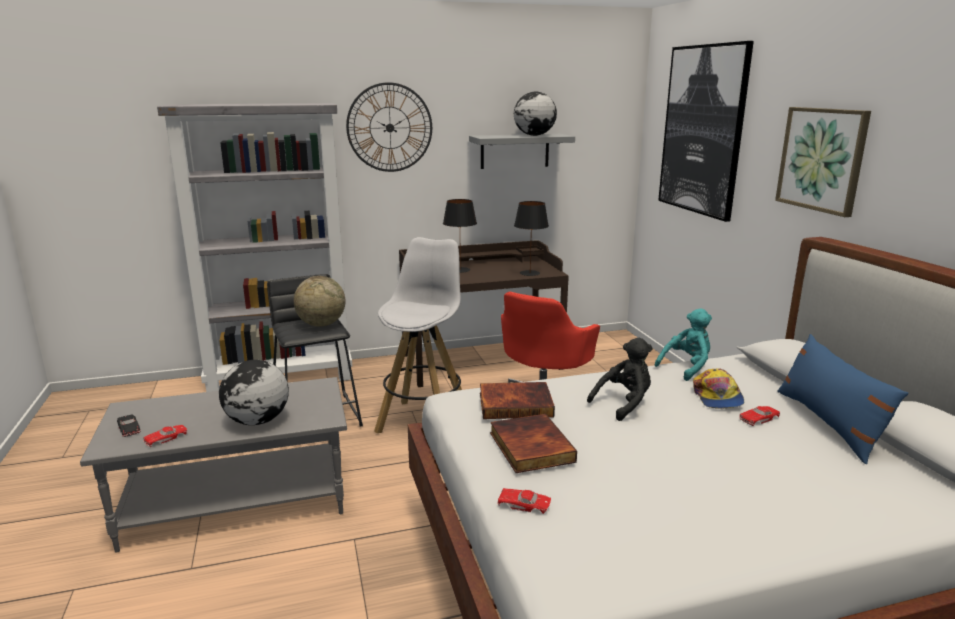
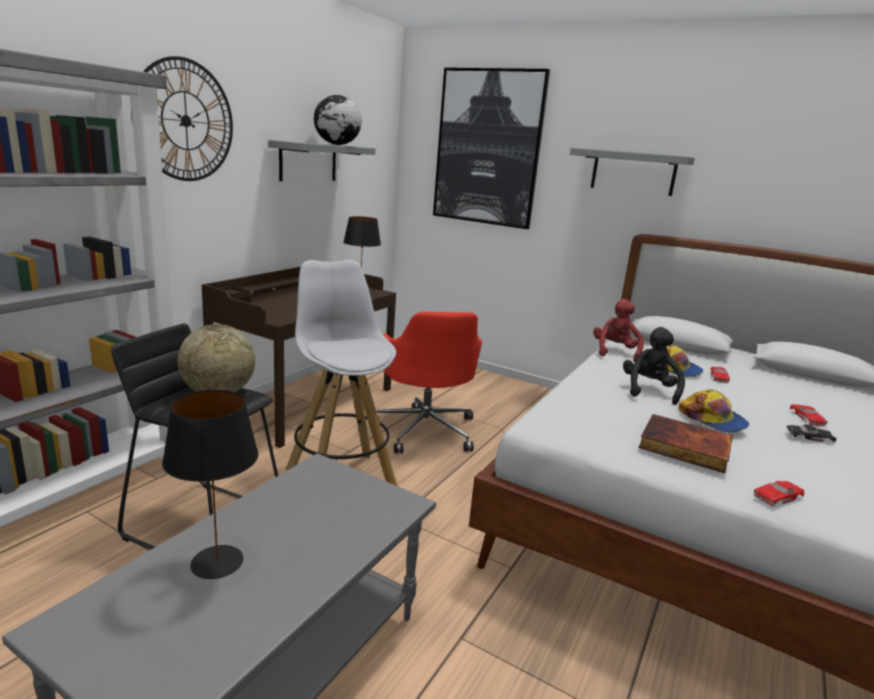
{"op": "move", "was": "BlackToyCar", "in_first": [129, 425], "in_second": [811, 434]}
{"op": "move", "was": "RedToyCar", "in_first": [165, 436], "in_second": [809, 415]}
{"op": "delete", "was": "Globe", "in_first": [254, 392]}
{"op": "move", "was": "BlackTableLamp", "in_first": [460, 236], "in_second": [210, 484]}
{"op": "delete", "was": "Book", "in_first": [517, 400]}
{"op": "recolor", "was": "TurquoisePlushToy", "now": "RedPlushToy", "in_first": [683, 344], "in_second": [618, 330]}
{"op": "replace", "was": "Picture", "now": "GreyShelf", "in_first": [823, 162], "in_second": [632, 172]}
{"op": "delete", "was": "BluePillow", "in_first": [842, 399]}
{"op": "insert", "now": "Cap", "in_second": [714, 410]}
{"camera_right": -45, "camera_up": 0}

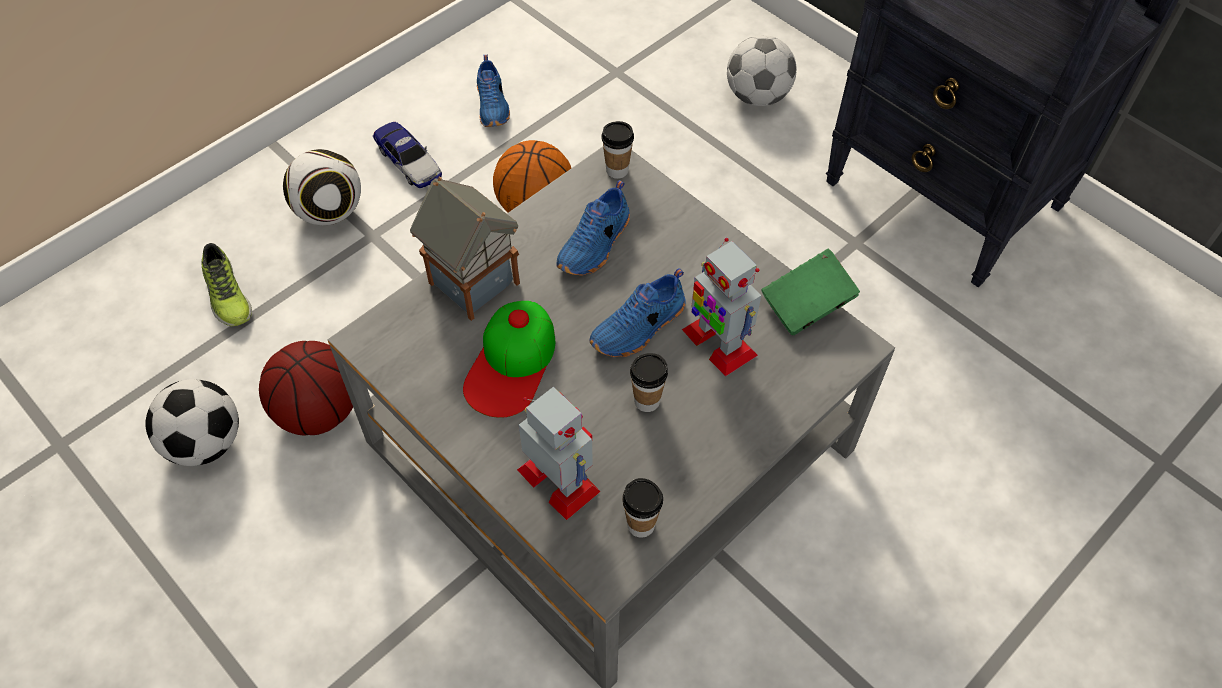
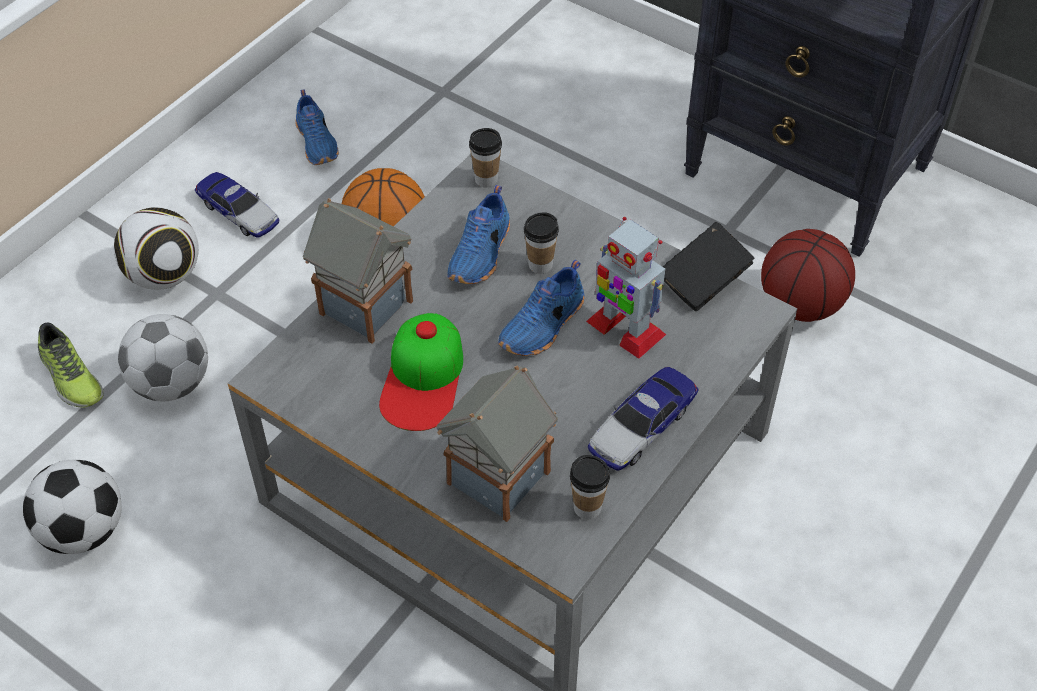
{"op": "move", "was": "Basketball", "in_first": [306, 388], "in_second": [808, 275]}
{"op": "replace", "was": "ToyRobot", "now": "ToyHouse", "in_first": [559, 453], "in_second": [497, 444]}
{"op": "move", "was": "Cup", "in_first": [649, 382], "in_second": [541, 243]}
{"op": "move", "was": "Football", "in_first": [762, 70], "in_second": [163, 357]}
{"op": "recolor", "was": "GreenBook", "now": "BlackBook", "in_first": [810, 291], "in_second": [709, 266]}
{"op": "insert", "now": "ToyCar", "in_second": [643, 419]}
{"camera_right": -10, "camera_up": -5}

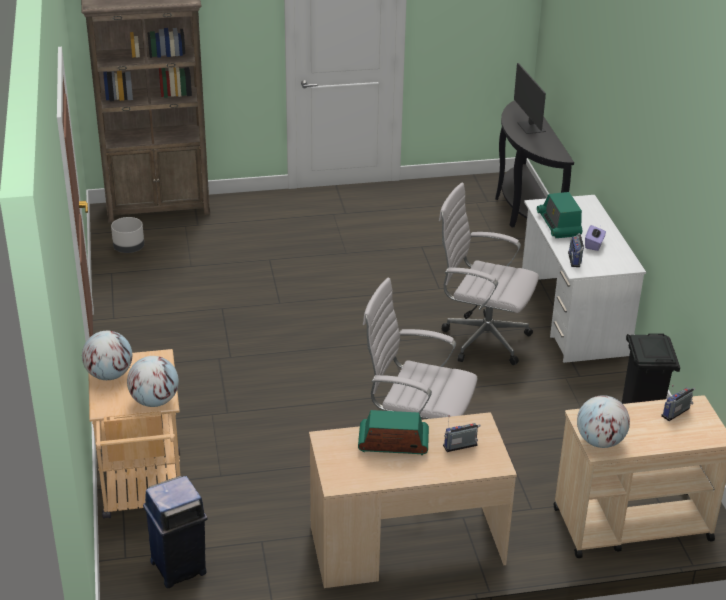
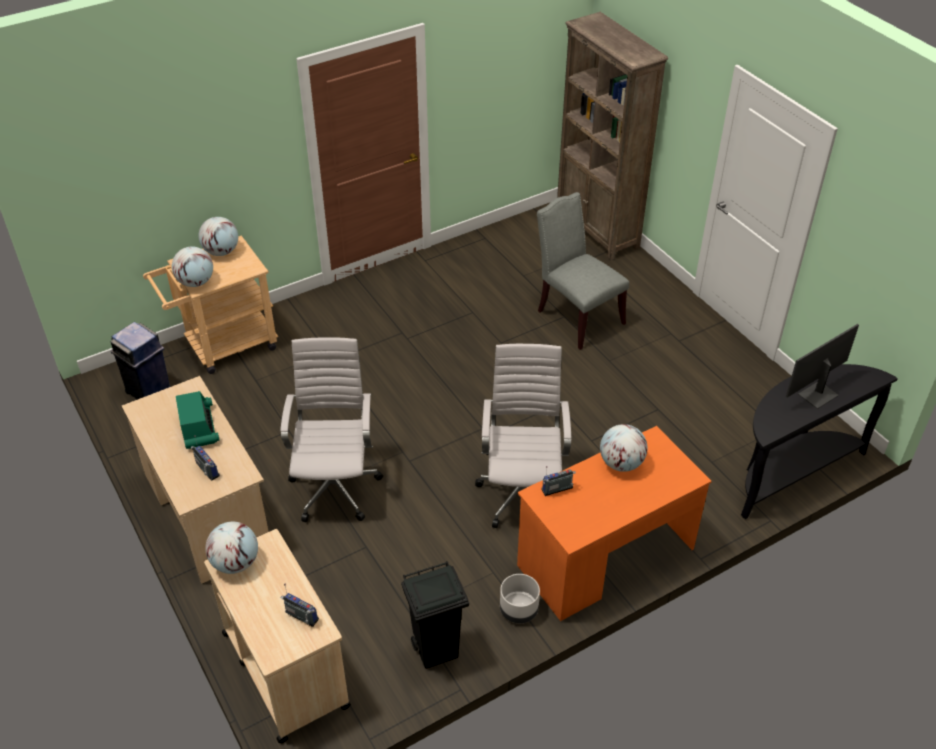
{"op": "move", "was": "GreyPlanter", "in_first": [127, 235], "in_second": [520, 598]}
{"op": "recolor", "was": "WhiteDesk", "now": "OrangeDesk", "in_first": [584, 279], "in_second": [614, 523]}
{"op": "replace", "was": "Radio", "now": "Globe", "in_first": [559, 215], "in_second": [624, 448]}
{"op": "delete", "was": "PurpleTissueBox", "in_first": [595, 238]}
{"op": "insert", "now": "GreyChair", "in_second": [583, 271]}
{"camera_right": 70, "camera_up": 10}

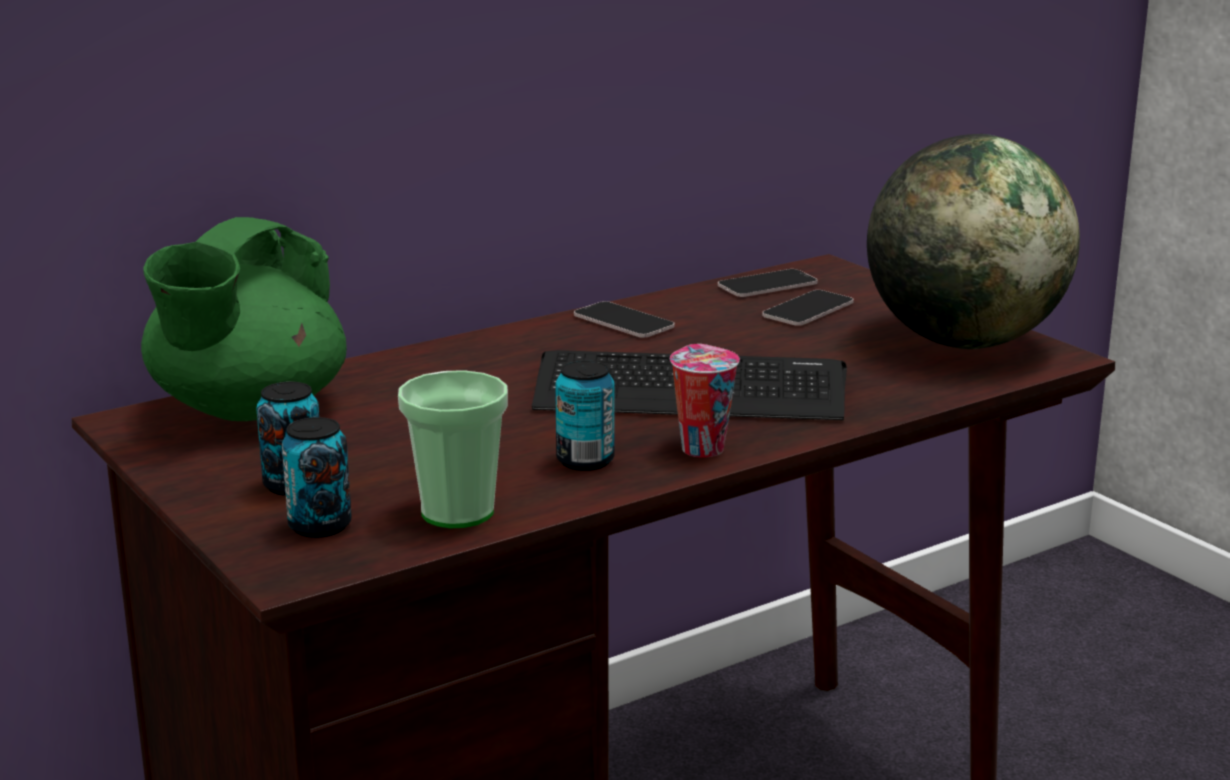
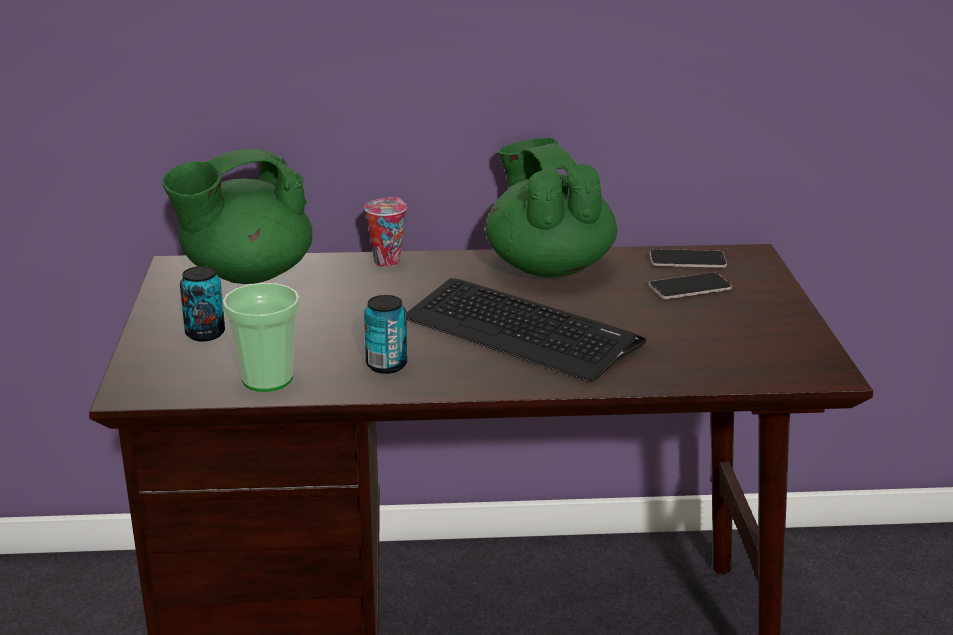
{"op": "delete", "was": "Can", "in_first": [317, 477]}
{"op": "replace", "was": "Phone", "now": "GreenTeapot", "in_first": [624, 319], "in_second": [551, 207]}
{"op": "move", "was": "Cup", "in_first": [705, 401], "in_second": [385, 232]}
{"op": "delete", "was": "Globe", "in_first": [973, 241]}
{"camera_right": 30, "camera_up": 5}

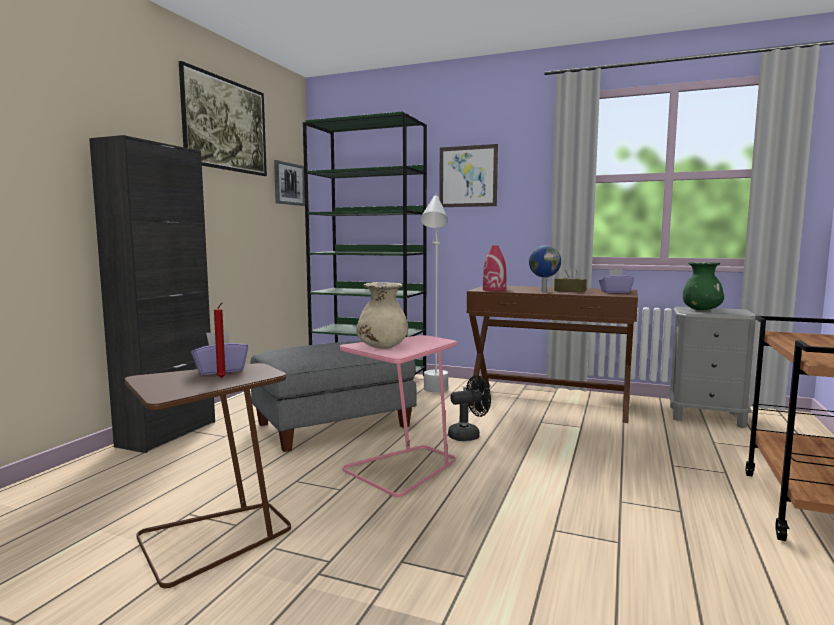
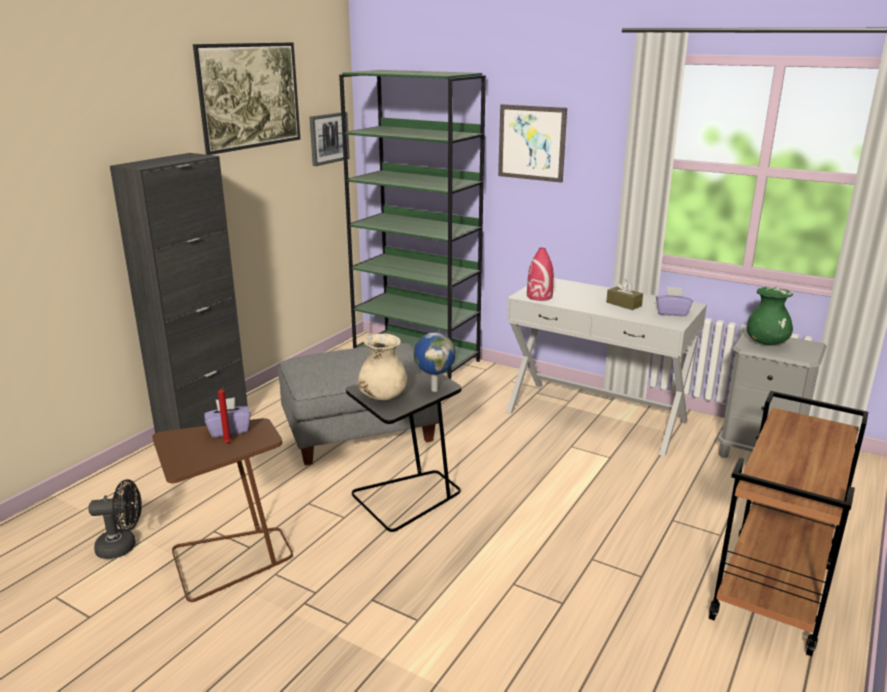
{"op": "recolor", "was": "PinkSideTable", "now": "BlackSideTable", "in_first": [398, 416], "in_second": [404, 452]}
{"op": "delete", "was": "WhiteFloorLamp", "in_first": [434, 293]}
{"op": "move", "was": "BlackFan", "in_first": [469, 408], "in_second": [115, 519]}
{"op": "recolor", "was": "BrownConsoleTable", "now": "WhiteConsoleTable", "in_first": [552, 354], "in_second": [606, 367]}
{"op": "move", "was": "Globe", "in_first": [545, 269], "in_second": [435, 362]}
{"camera_right": 10, "camera_up": 15}

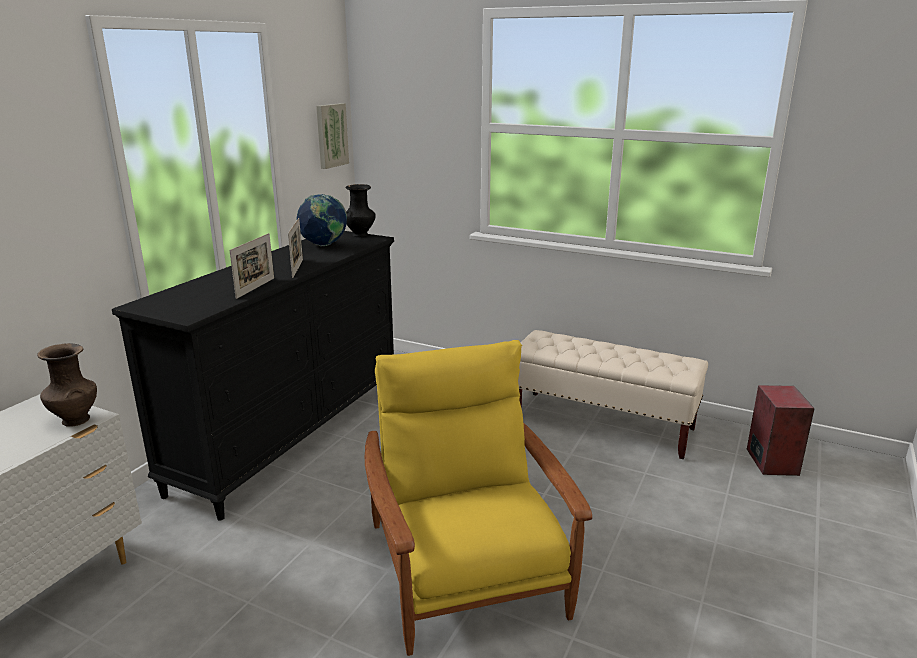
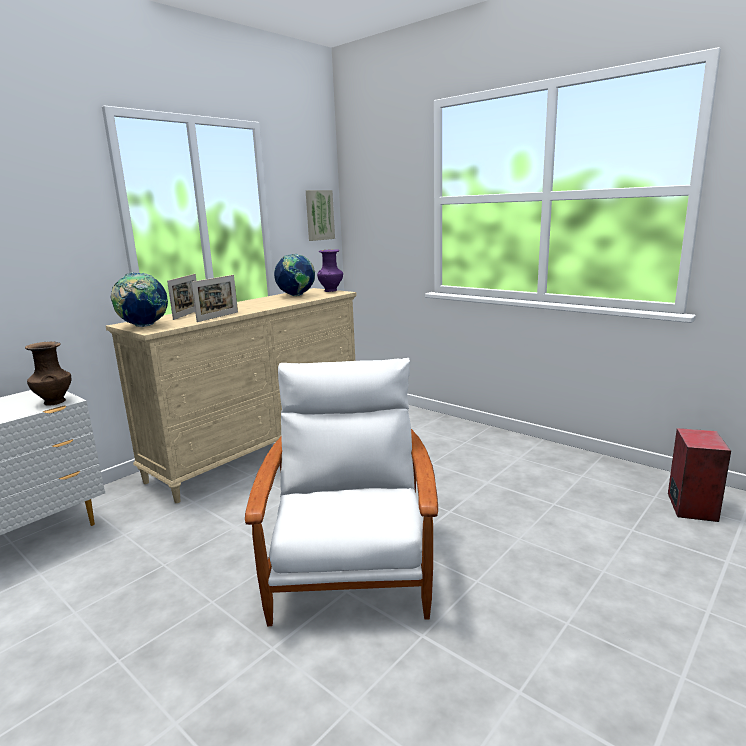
{"op": "recolor", "was": "BlackDresser", "now": "BeigeDresser", "in_first": [253, 375], "in_second": [231, 395]}
{"op": "move", "was": "PictureFrame", "in_first": [295, 248], "in_second": [181, 297]}
{"op": "recolor", "was": "BlackVase", "now": "PurpleVase", "in_first": [361, 210], "in_second": [330, 270]}
{"op": "recolor", "was": "YellowArmchair", "now": "WhiteArmchair", "in_first": [478, 498], "in_second": [341, 492]}
{"op": "delete", "was": "BeigeBench", "in_first": [613, 394]}
{"op": "insert", "now": "Globe", "in_second": [139, 299]}
{"camera_right": 15, "camera_up": -5}

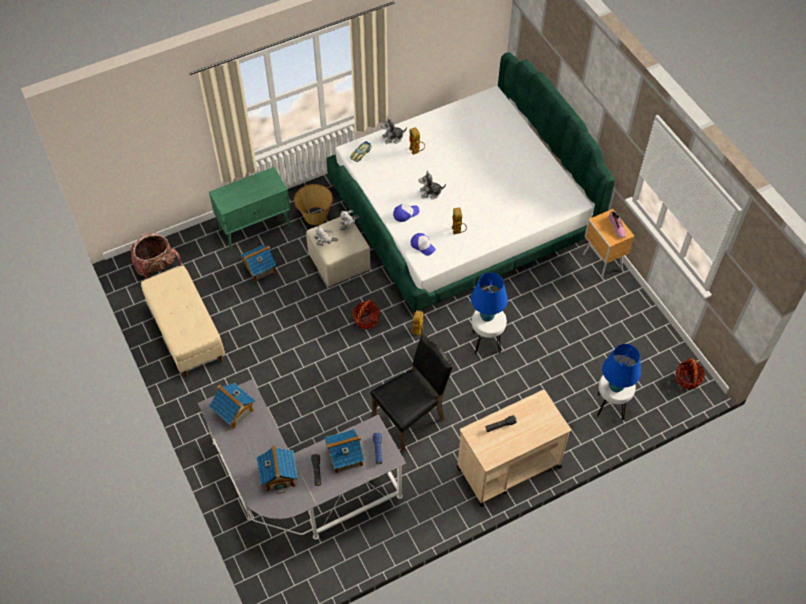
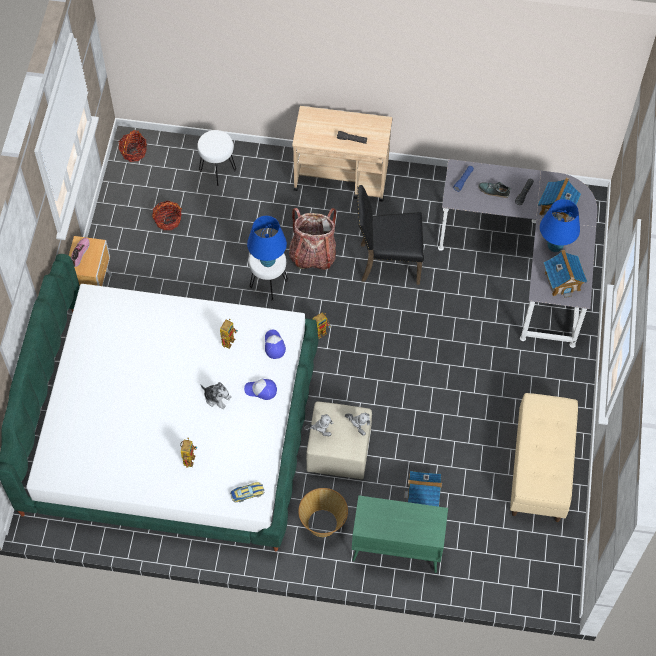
{"op": "move", "was": "Backpack", "in_first": [156, 256], "in_second": [312, 239]}
{"op": "replace", "was": "ToyHouse", "now": "Shoe", "in_first": [344, 451], "in_second": [494, 190]}
{"op": "move", "was": "Basket", "in_first": [366, 314], "in_second": [167, 215]}
{"op": "delete", "was": "PlushToy", "in_first": [394, 130]}
{"op": "move", "was": "BlueTableLamp", "in_first": [621, 368], "in_second": [560, 225]}
{"camera_right": -145, "camera_up": 5}

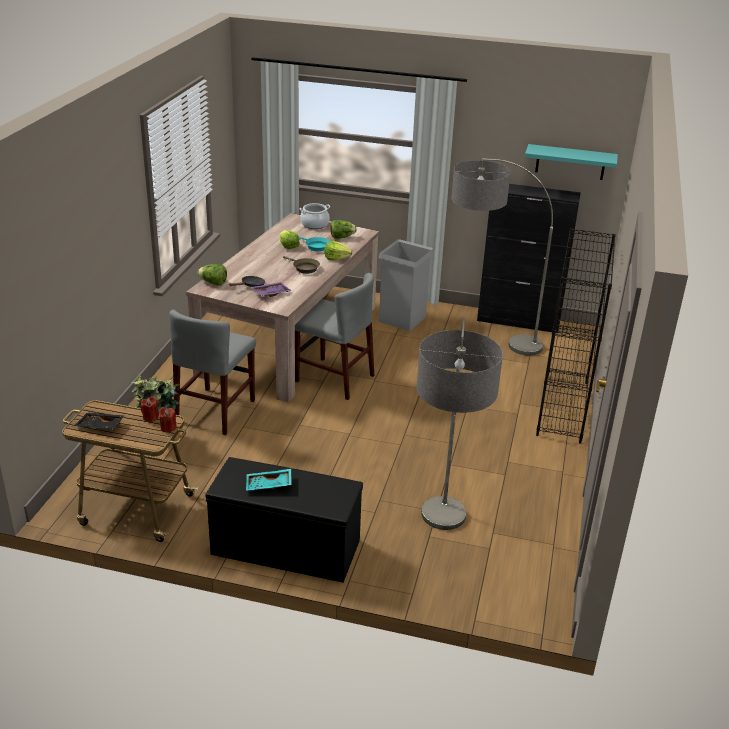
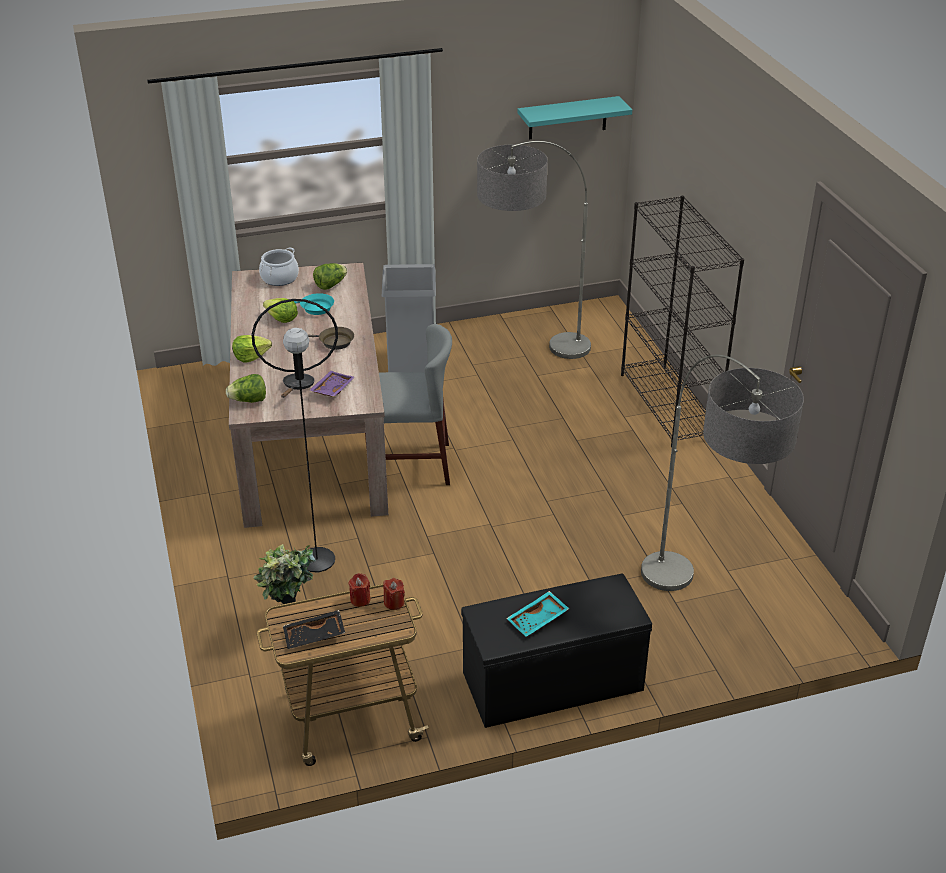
{"op": "replace", "was": "GreyChair", "now": "BlackFloorLamp", "in_first": [212, 372], "in_second": [294, 435]}
{"op": "move", "was": "Lettuce", "in_first": [338, 250], "in_second": [252, 349]}
{"op": "delete", "was": "BlackCabinet", "in_first": [529, 258]}
{"camera_right": -30, "camera_up": 5}

